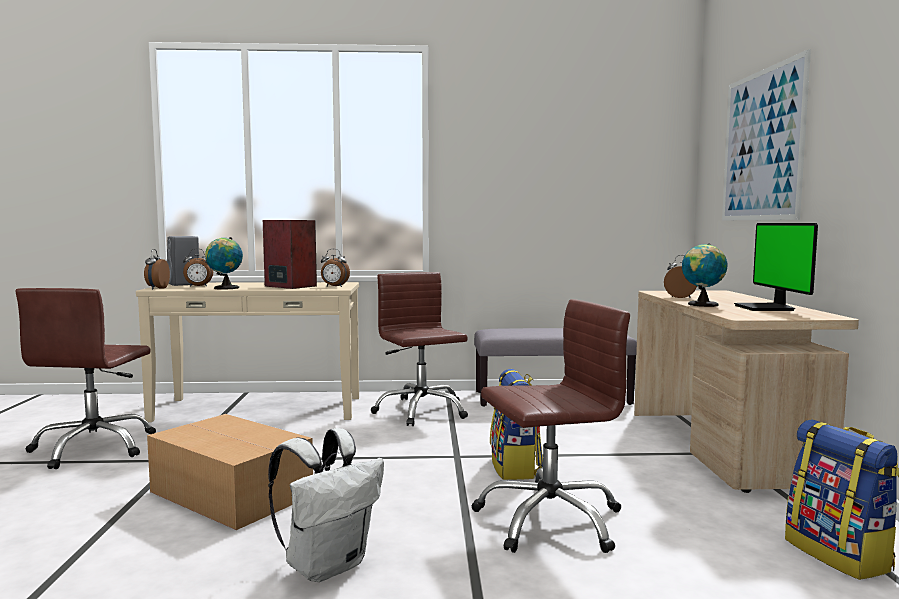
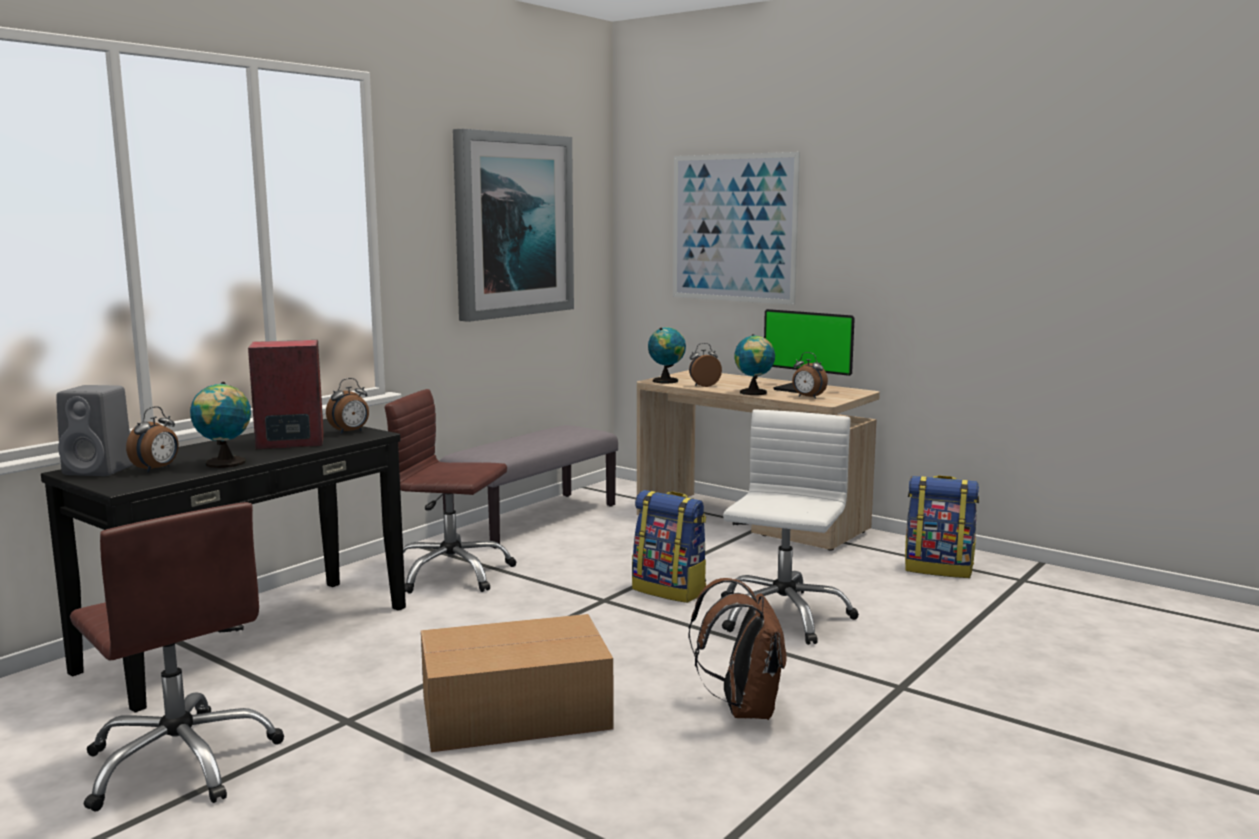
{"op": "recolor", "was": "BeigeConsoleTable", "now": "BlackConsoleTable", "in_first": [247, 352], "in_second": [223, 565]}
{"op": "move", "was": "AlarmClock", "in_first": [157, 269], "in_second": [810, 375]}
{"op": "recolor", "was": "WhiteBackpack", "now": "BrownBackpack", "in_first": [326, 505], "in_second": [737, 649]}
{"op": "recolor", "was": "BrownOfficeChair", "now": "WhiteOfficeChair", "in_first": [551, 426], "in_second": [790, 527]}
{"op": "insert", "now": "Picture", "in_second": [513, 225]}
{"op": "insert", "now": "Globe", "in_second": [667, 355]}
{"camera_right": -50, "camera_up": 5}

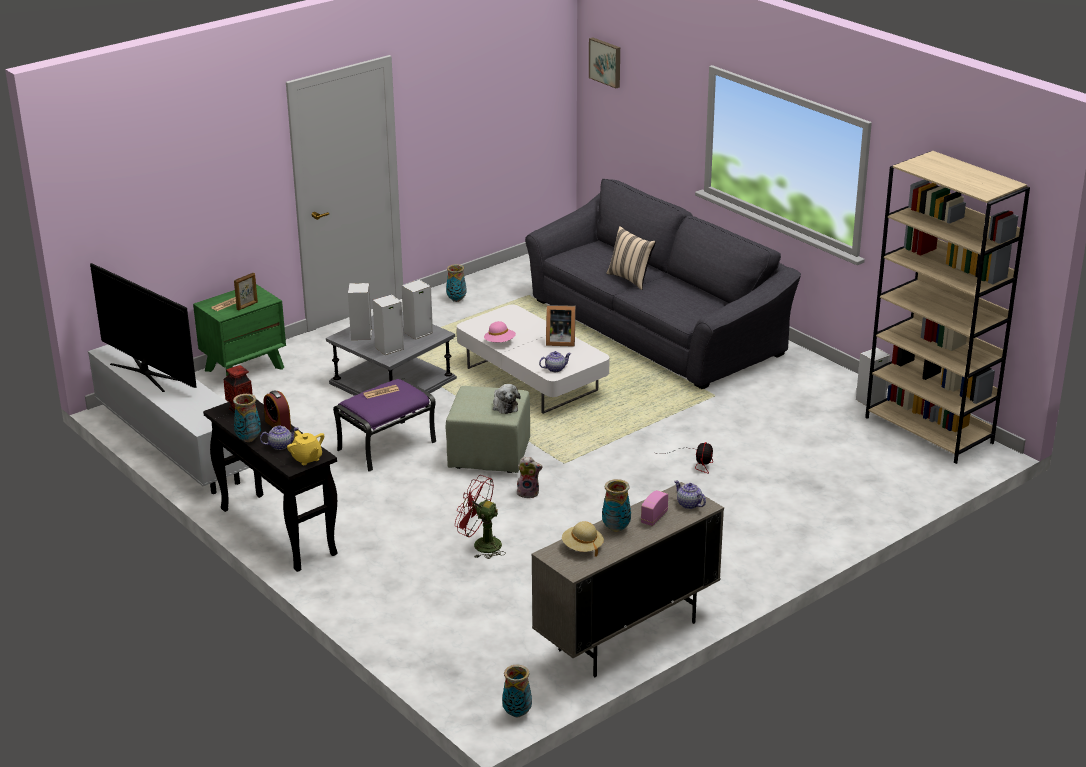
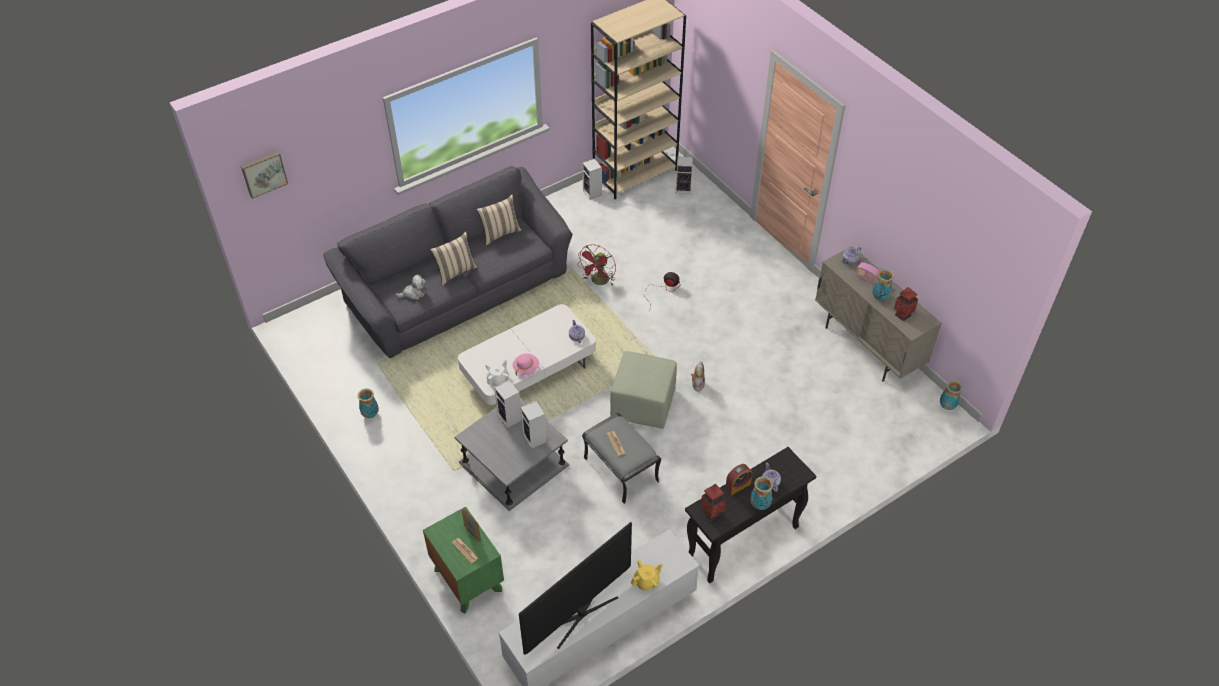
{"op": "move", "was": "YellowTeapot", "in_first": [305, 447], "in_second": [647, 575]}
{"op": "recolor", "was": "PurpleOttoman", "now": "GreyOttoman", "in_first": [384, 425], "in_second": [621, 458]}
{"op": "move", "was": "Speaker", "in_first": [360, 311], "in_second": [684, 175]}
{"op": "move", "was": "RedFan", "in_first": [480, 517], "in_second": [597, 264]}
{"op": "move", "was": "PlushToy", "in_first": [506, 399], "in_second": [410, 287]}
{"op": "delete", "was": "PictureFrame", "in_first": [561, 326]}
{"op": "replace", "was": "BeigeHat", "now": "Vase", "in_first": [583, 539], "in_second": [906, 304]}
{"op": "insert", "now": "BeigePillow", "in_second": [499, 219]}
{"op": "insert", "now": "WhiteTeapot", "in_second": [497, 373]}
{"camera_right": -85, "camera_up": 20}

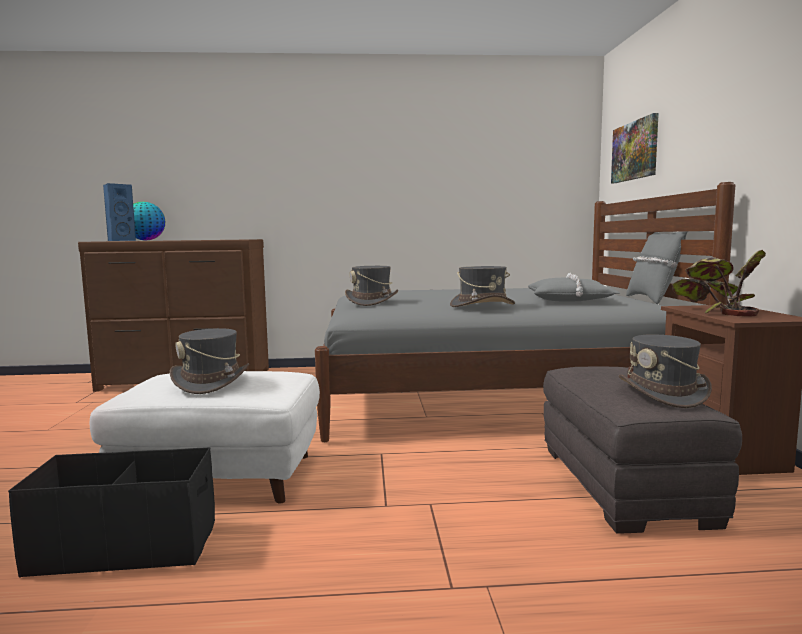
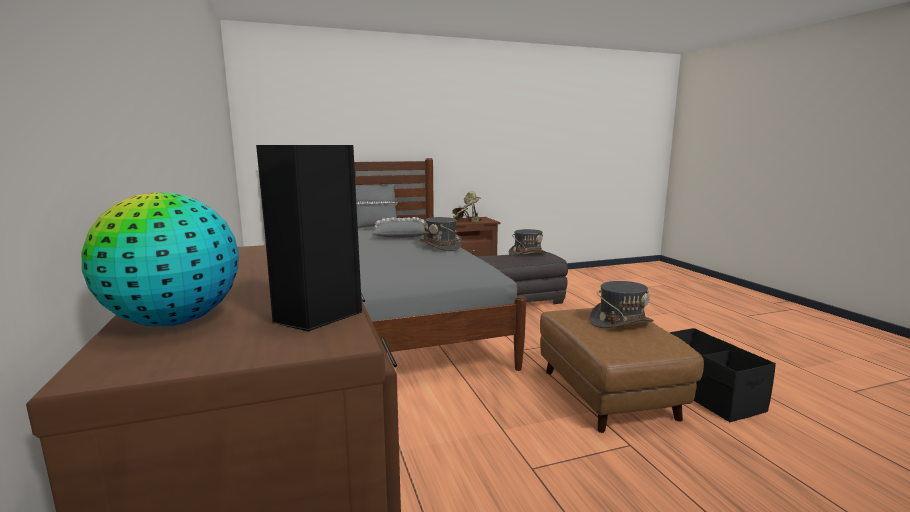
{"op": "recolor", "was": "WhiteOttoman", "now": "BrownOttoman", "in_first": [205, 437], "in_second": [622, 370]}
{"op": "recolor", "was": "BlueSpeaker", "now": "BlackSpeaker", "in_first": [119, 212], "in_second": [309, 238]}
{"op": "delete", "was": "GreyHat", "in_first": [371, 286]}
{"op": "delete", "was": "Picture", "in_first": [635, 148]}
{"camera_right": -105, "camera_up": 5}

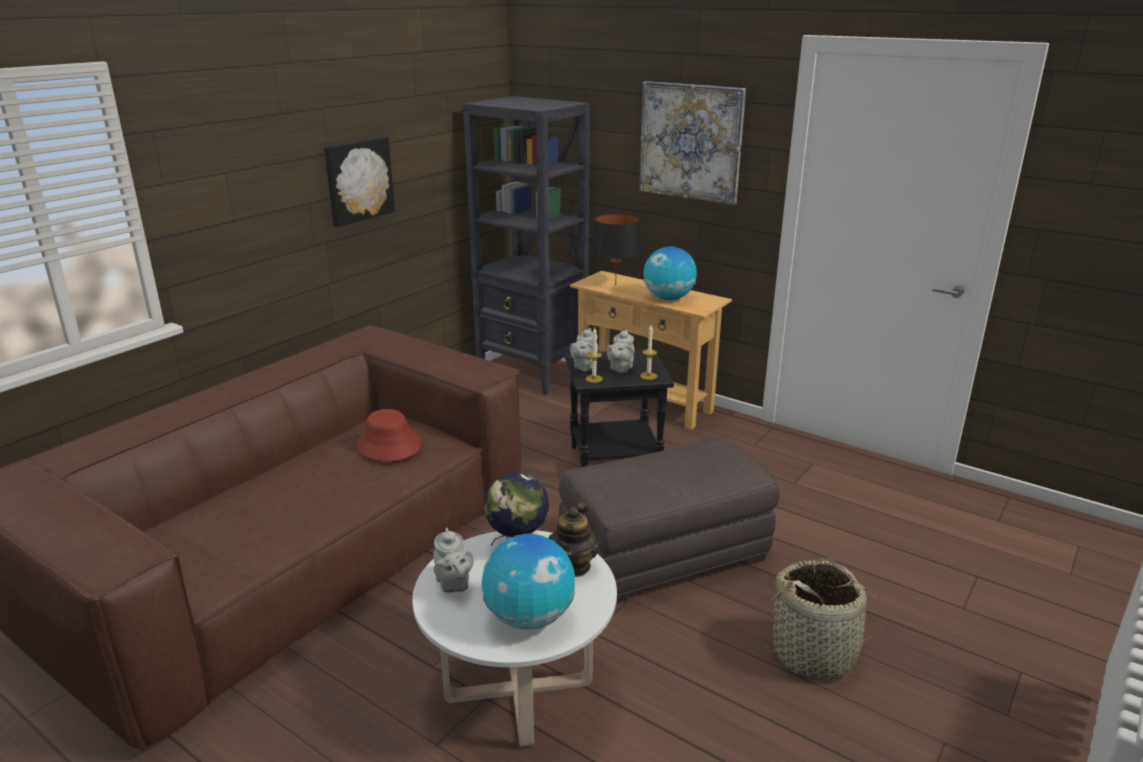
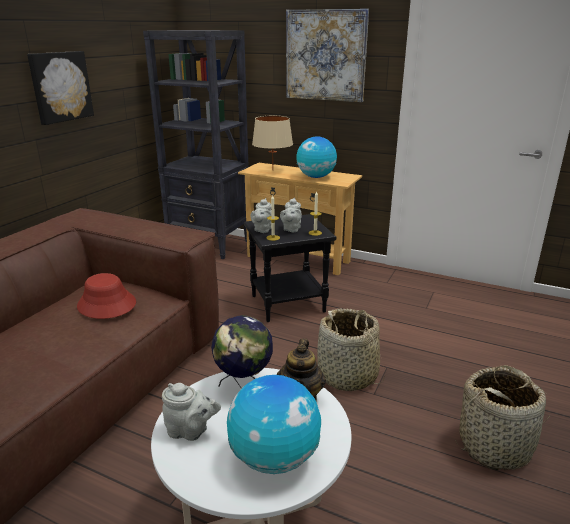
{"op": "rotate", "was": "GreyTeapot", "in_first": [454, 560], "in_second": [191, 412], "clockwise": -45}
{"op": "replace", "was": "GreyOttoman", "now": "Basket", "in_first": [669, 520], "in_second": [351, 349]}
{"op": "recolor", "was": "BlackTableLamp", "now": "BeigeTableLamp", "in_first": [616, 249], "in_second": [272, 139]}
{"camera_right": -10, "camera_up": 0}

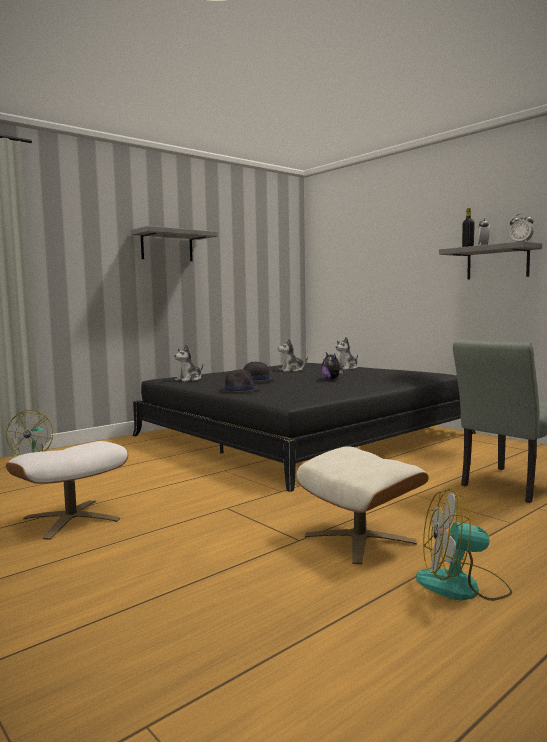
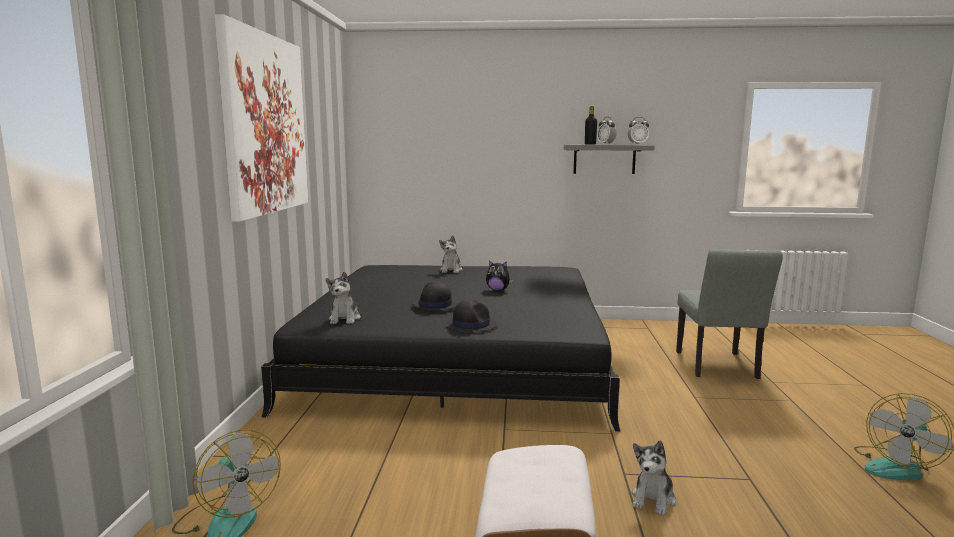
{"op": "replace", "was": "GreyShelf", "now": "Picture", "in_first": [174, 243], "in_second": [261, 118]}
{"op": "move", "was": "PlushToy", "in_first": [293, 355], "in_second": [654, 478]}
{"op": "delete", "was": "BeigeOttoman", "in_first": [362, 505]}
{"camera_right": -45, "camera_up": 5}

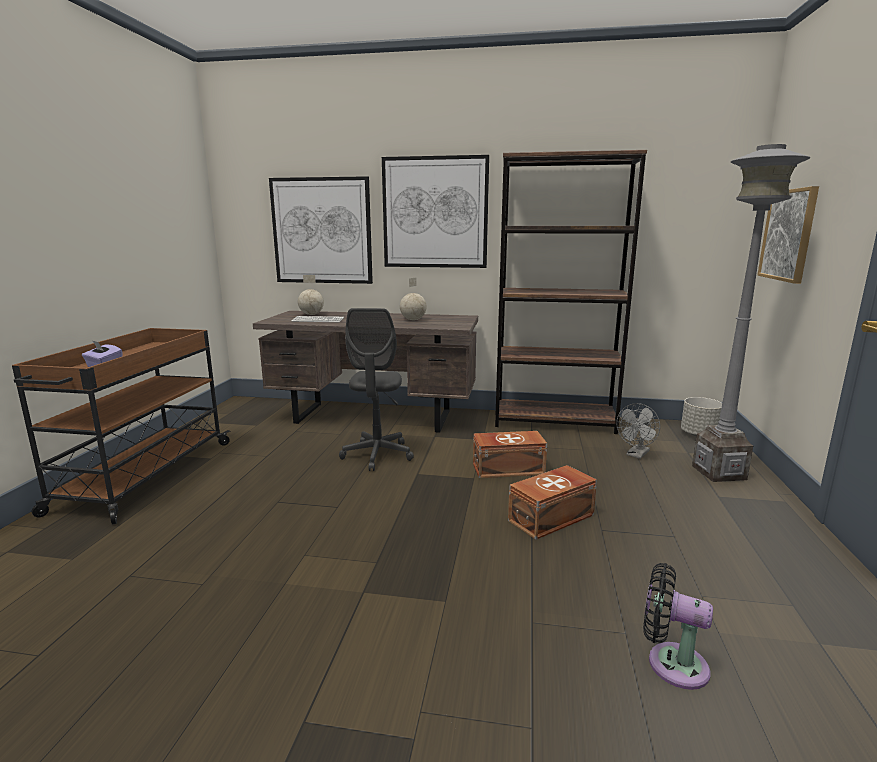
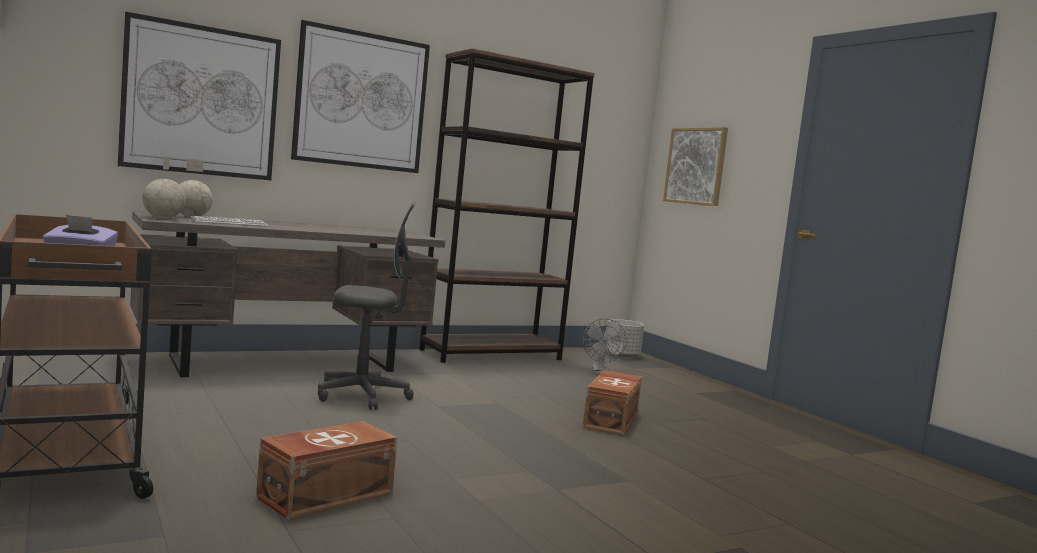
{"op": "rotate", "was": "GreyOfficeChair", "in_first": [376, 389], "in_second": [366, 306], "clockwise": -60}
{"op": "move", "was": "Globe", "in_first": [413, 299], "in_second": [164, 187]}
{"op": "move", "was": "BrownStorageBox", "in_first": [510, 454], "in_second": [326, 470]}
{"op": "delete", "was": "BlackFan", "in_first": [678, 626]}
{"op": "delete", "was": "GreyFloorLamp", "in_first": [751, 313]}
{"camera_right": -40, "camera_up": -10}

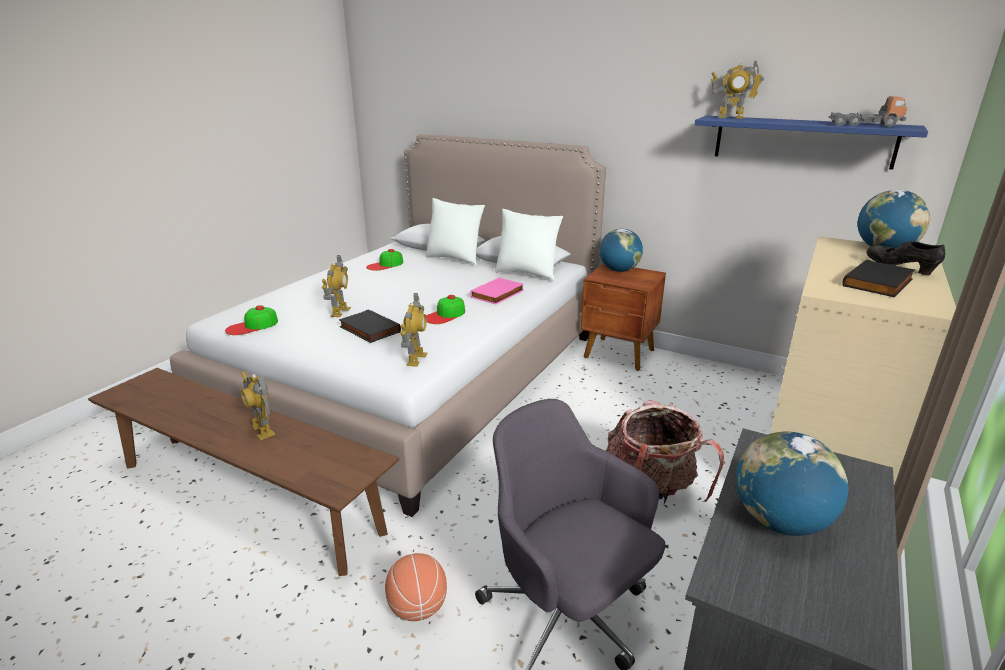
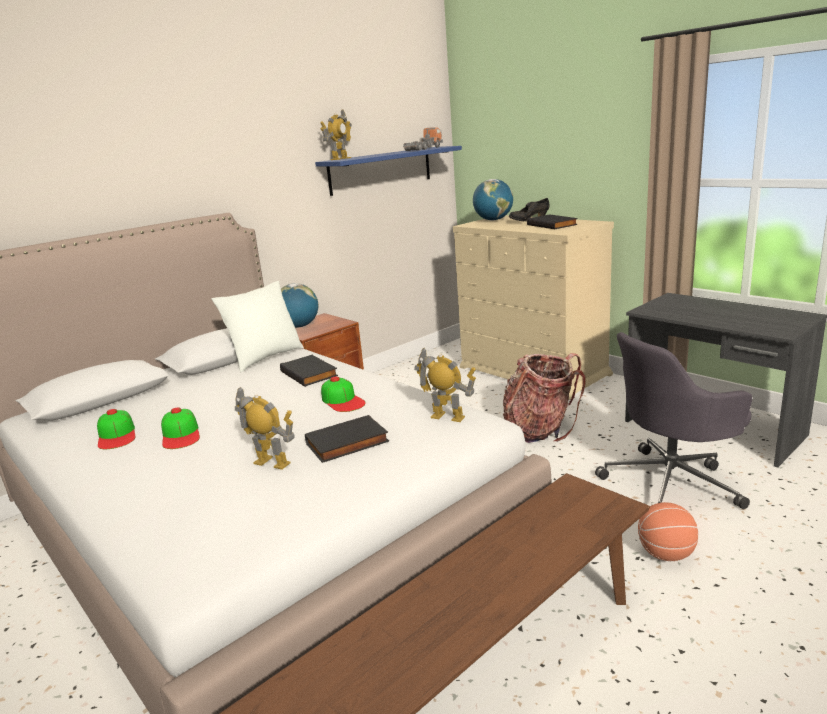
{"op": "move", "was": "Cap", "in_first": [251, 320], "in_second": [180, 428]}
{"op": "delete", "was": "ToyRobot", "in_first": [258, 406]}
{"op": "delete", "was": "WhitePillow", "in_first": [455, 231]}
{"op": "recolor", "was": "PinkBook", "now": "BlackBook", "in_first": [497, 290], "in_second": [309, 371]}
{"op": "delete", "was": "Globe", "in_first": [792, 484]}
{"camera_right": -70, "camera_up": -5}

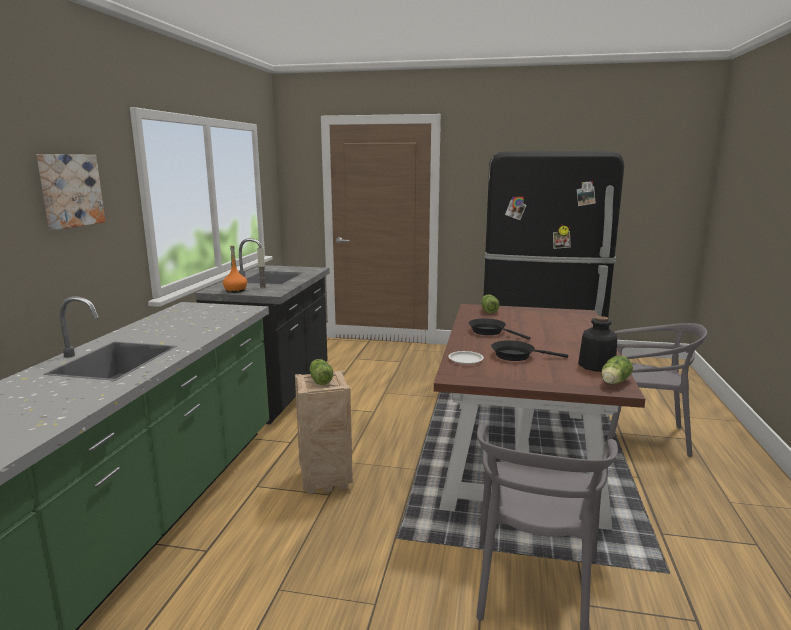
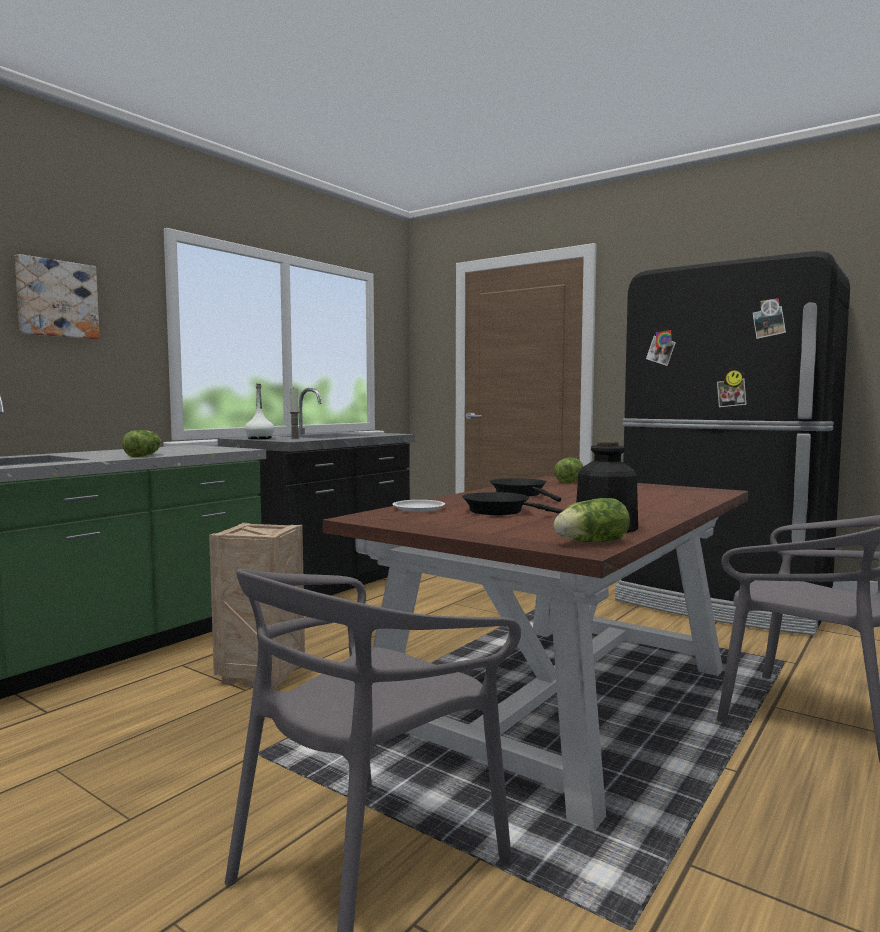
{"op": "recolor", "was": "OrangeBottle", "now": "WhiteBottle", "in_first": [235, 269], "in_second": [259, 411]}
{"op": "move", "was": "Lettuce", "in_first": [321, 372], "in_second": [141, 443]}
{"camera_right": 25, "camera_up": -10}

